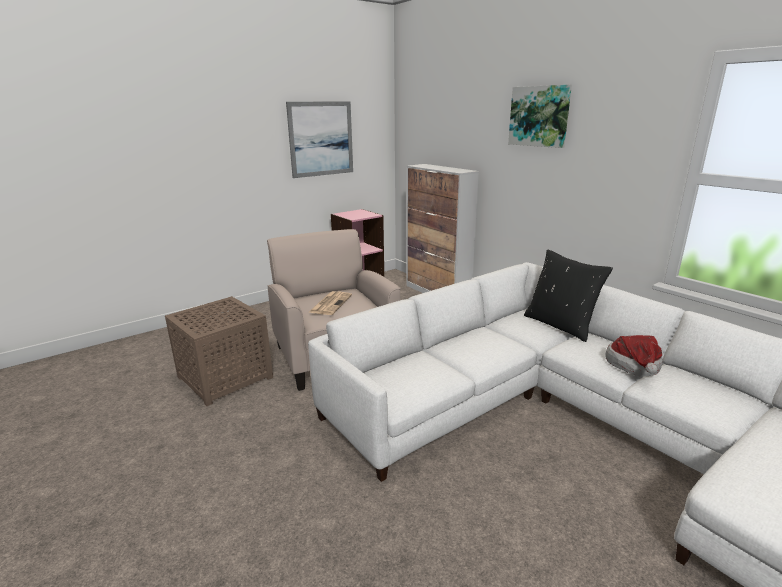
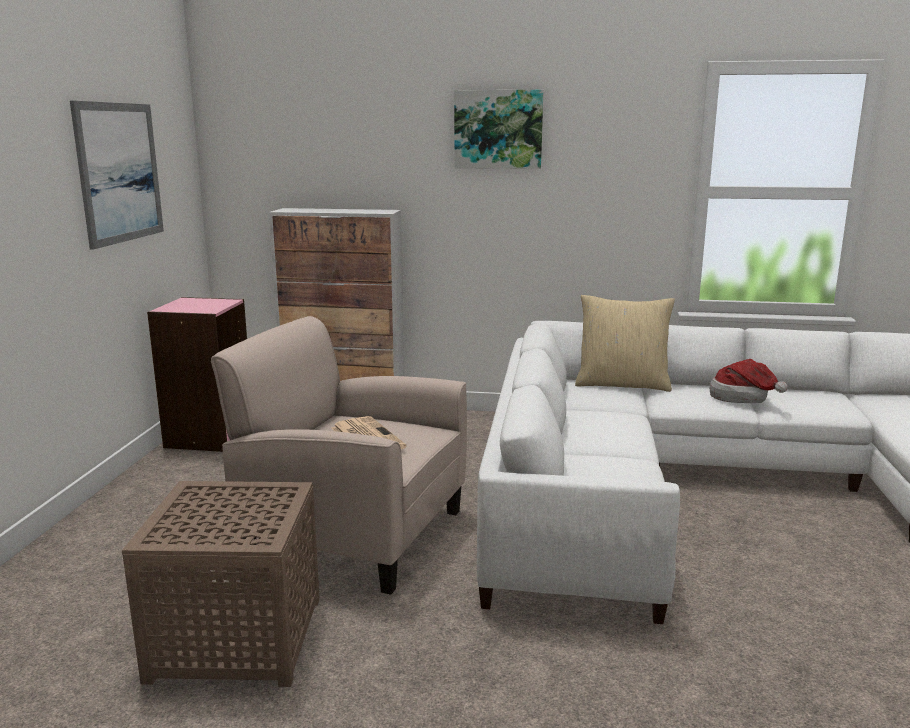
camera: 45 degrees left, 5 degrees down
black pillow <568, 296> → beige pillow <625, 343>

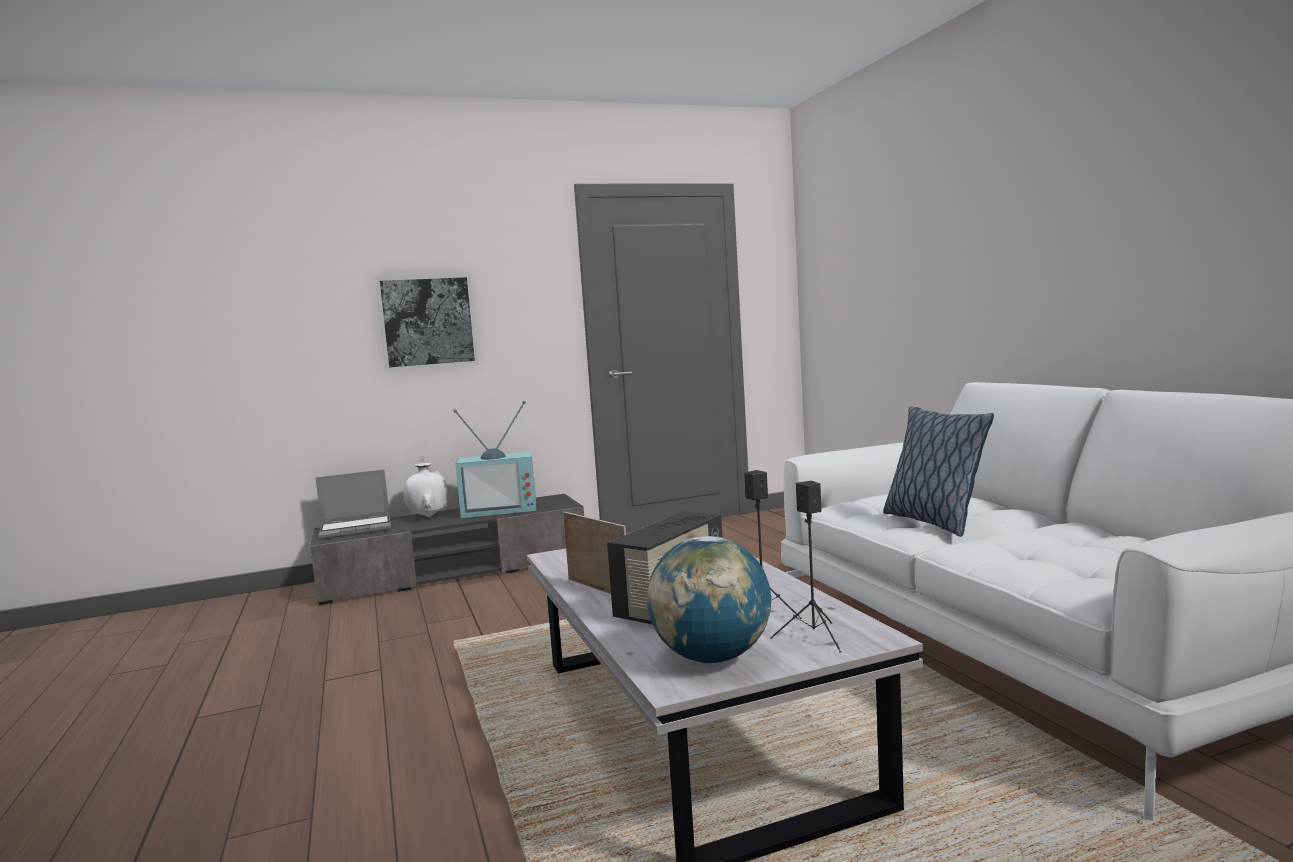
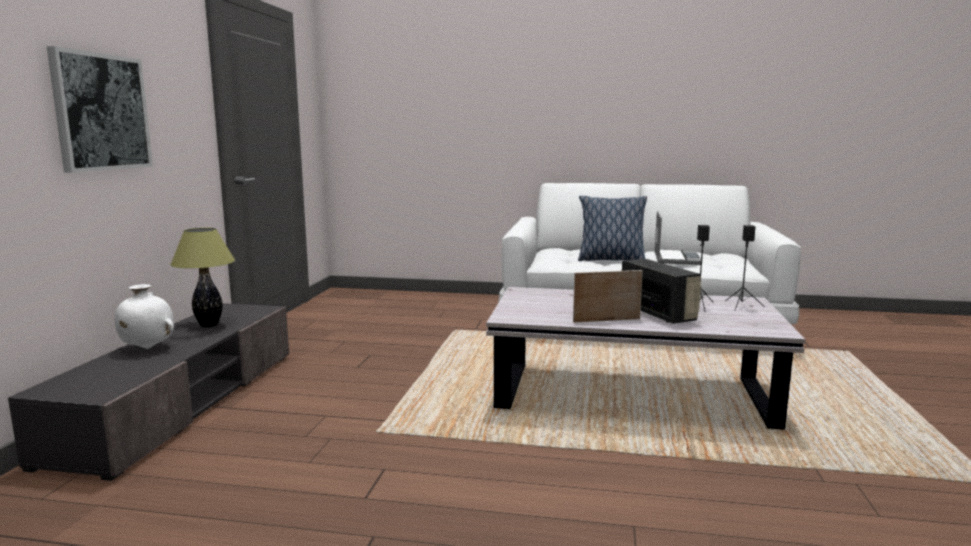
camera: 60 degrees left, 5 degrees up
television <494, 459> → table lamp <202, 277>
laptop <353, 505> → laptop <677, 238>, moved
globe <709, 599> → -

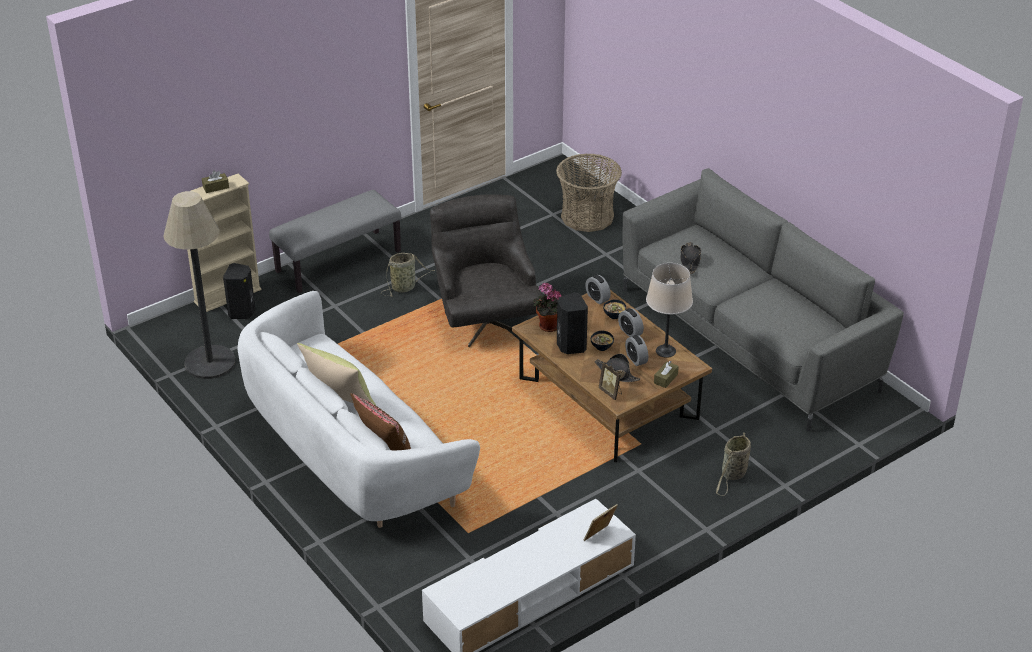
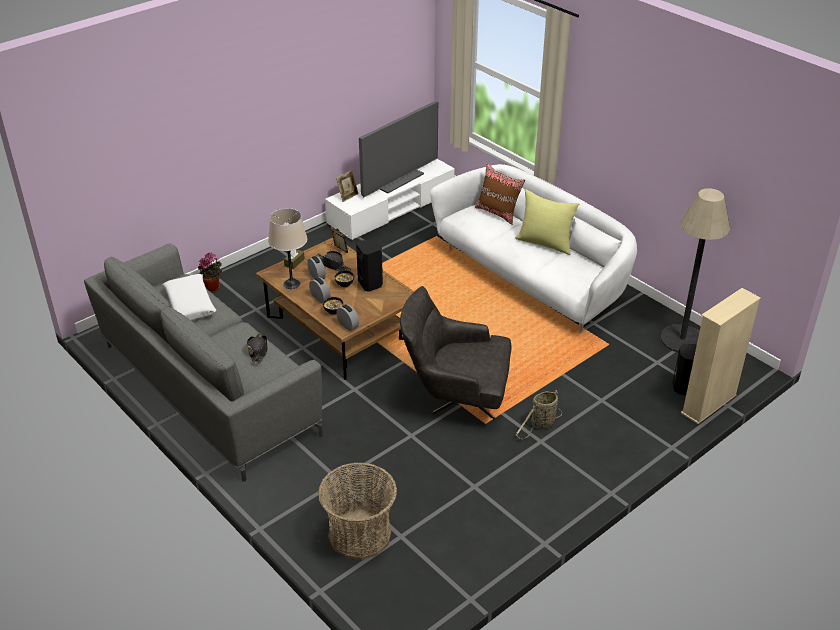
camera: 175 degrees right, 0 degrees up
brown tissue box <215, 182> → -
grey bench <335, 241> → -
grey armchair <486, 270> → grey armchair <455, 353>, 120 degrees clockwise
potted plant <547, 307> → potted plant <210, 272>, moved
basket <733, 464> → -
- → television <398, 149>
- → white pillow <189, 297>

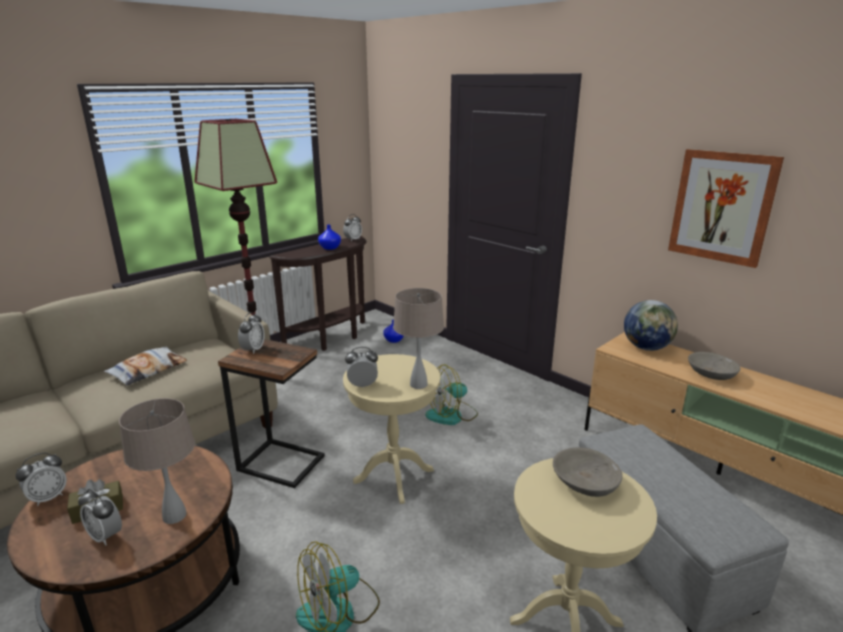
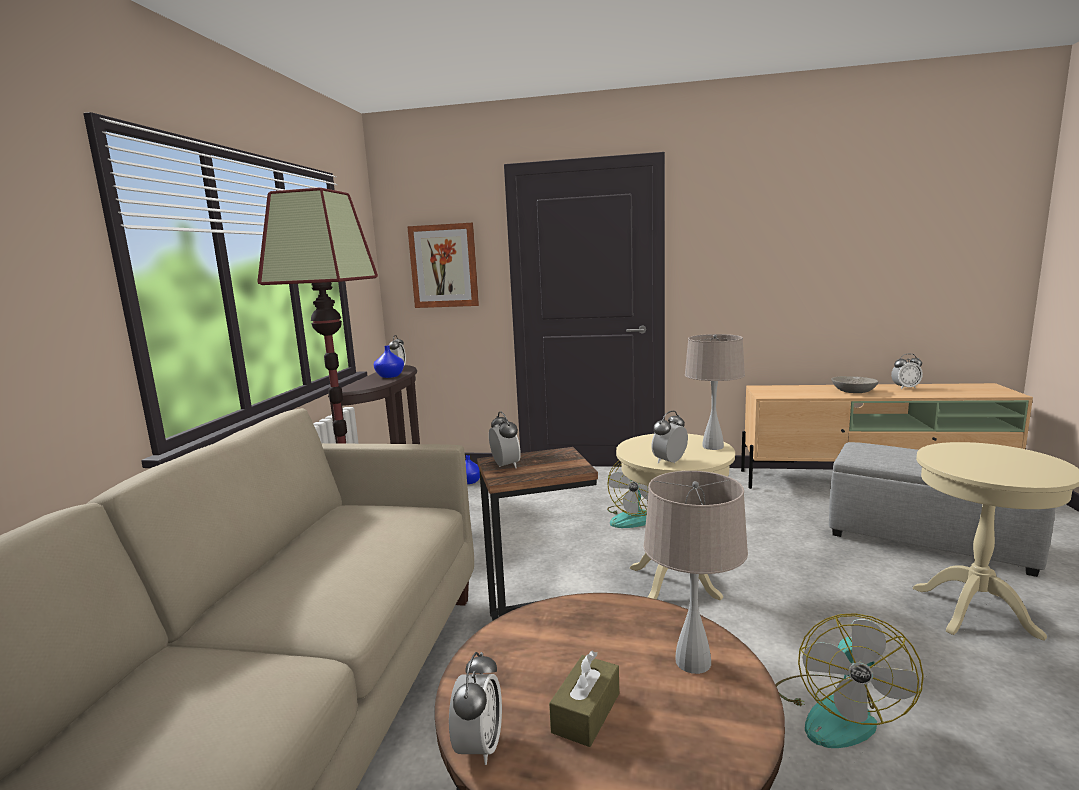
camera: 35 degrees left, 10 degrees down
picture <726, 208> → picture <443, 265>, moved
globe <651, 325> → -
pillow <145, 366> → -
grey bowl <587, 472> → -
alarm clock <100, 517> → alarm clock <907, 371>, moved

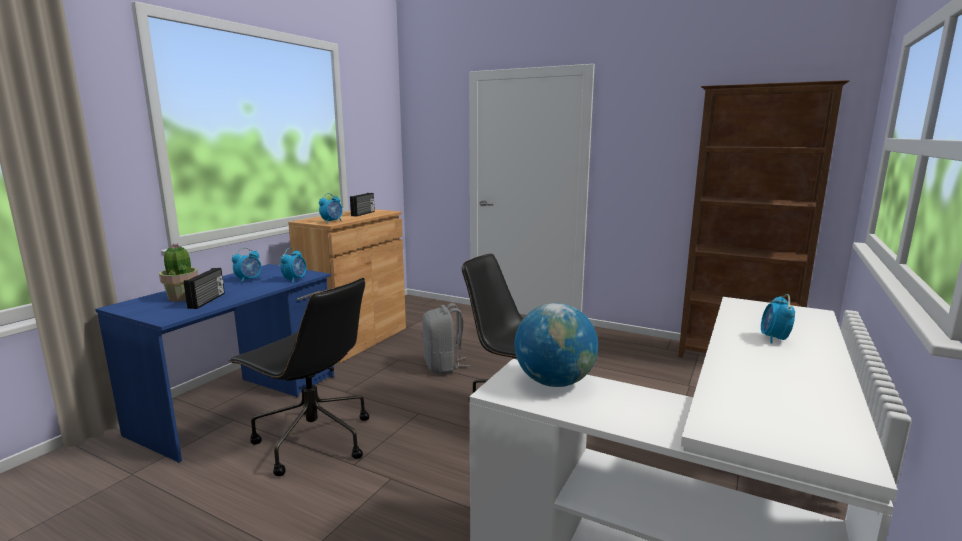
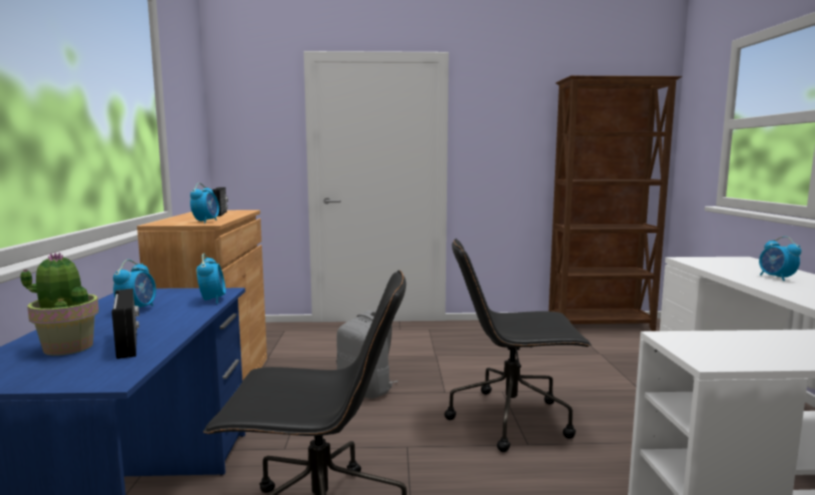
camera: 30 degrees left, 5 degrees down
globe <556, 345> → -

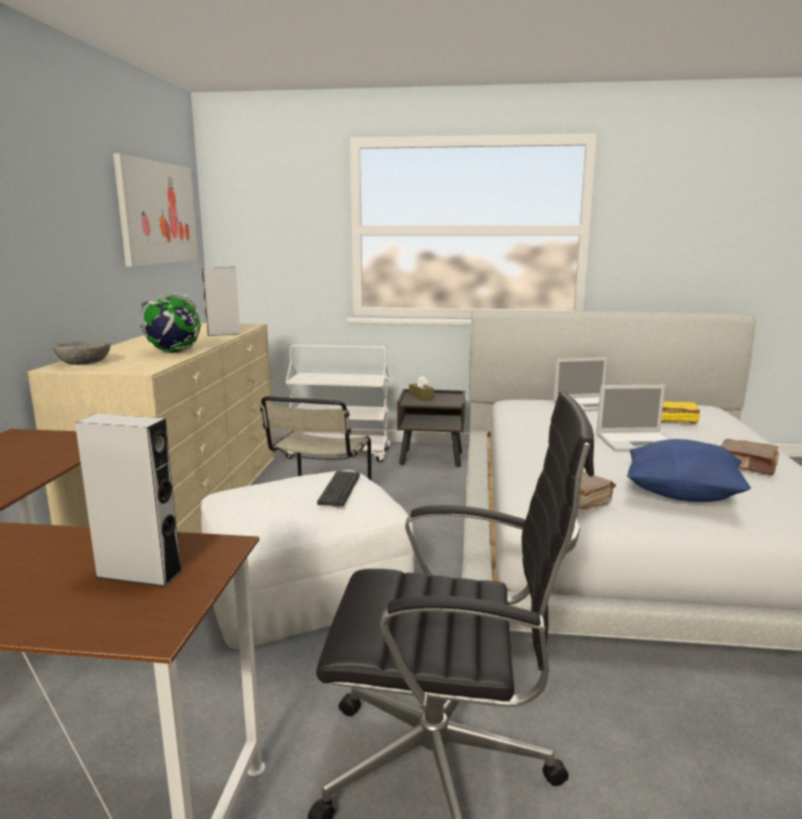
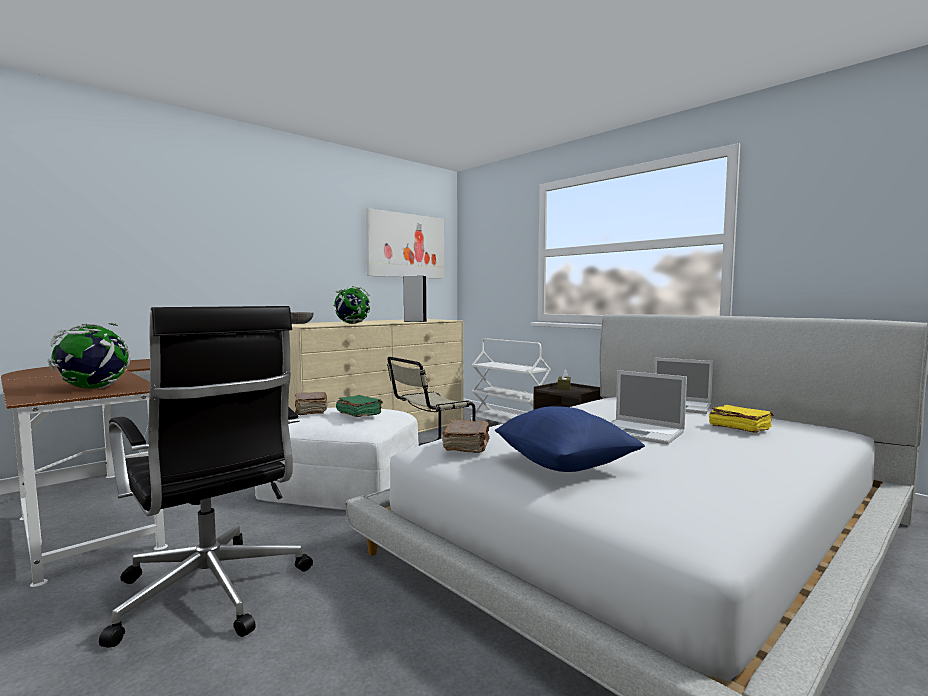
camera: 40 degrees right, 10 degrees down
grey speaker <129, 500> → globe <89, 355>
brown book <750, 457> → brown book <311, 403>, moved
keyboard <338, 488> → green book <359, 406>

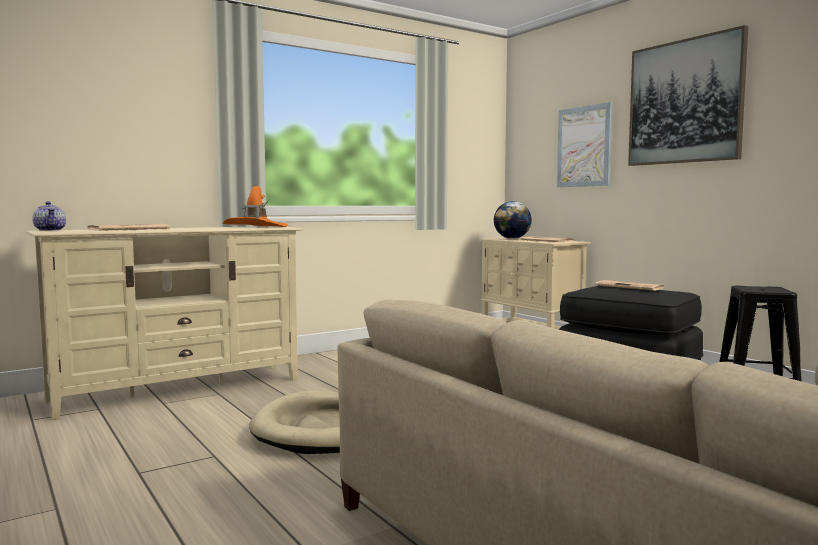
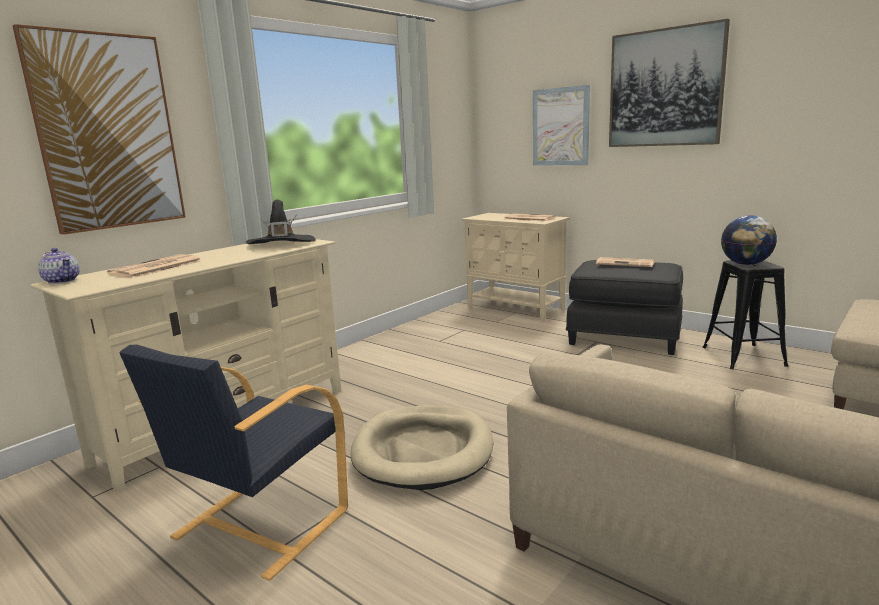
camera: 15 degrees left, 10 degrees up
orange hat <255, 206> → black hat <281, 221>
globe <513, 220> → globe <749, 240>, moved
- → picture <98, 129>
- → black armchair <233, 463>

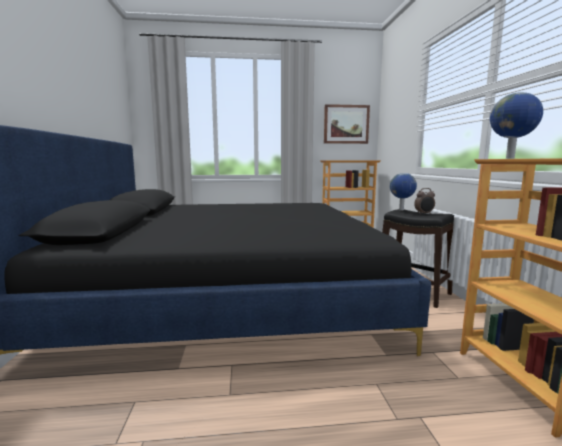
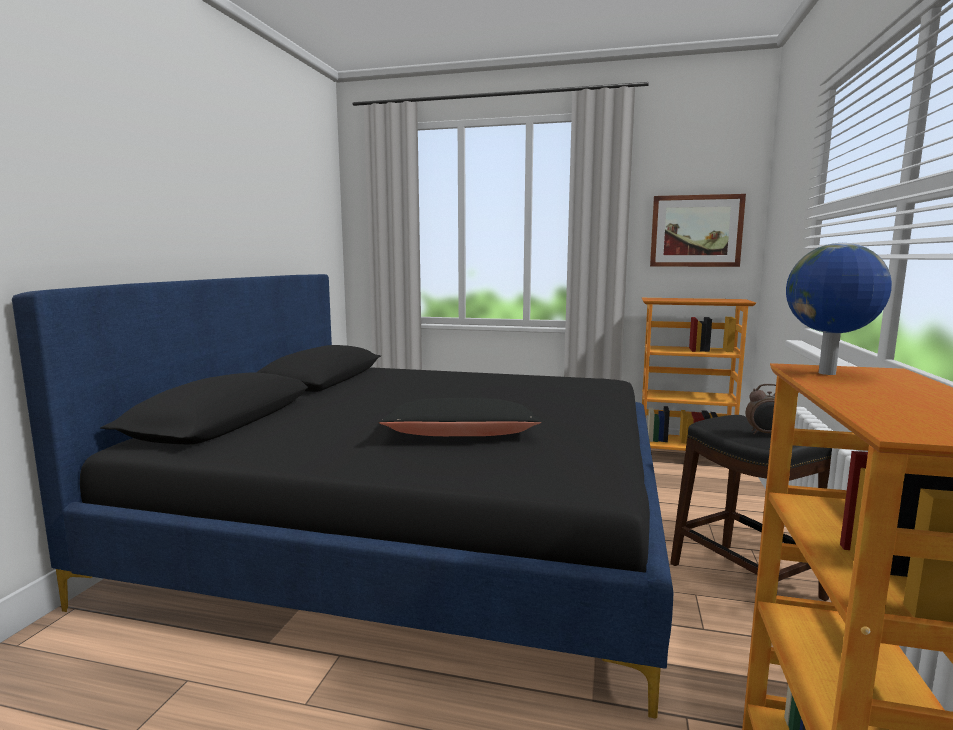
camera: 20 degrees right, 0 degrees up
globe <403, 191> → -
- → black pillow <459, 417>

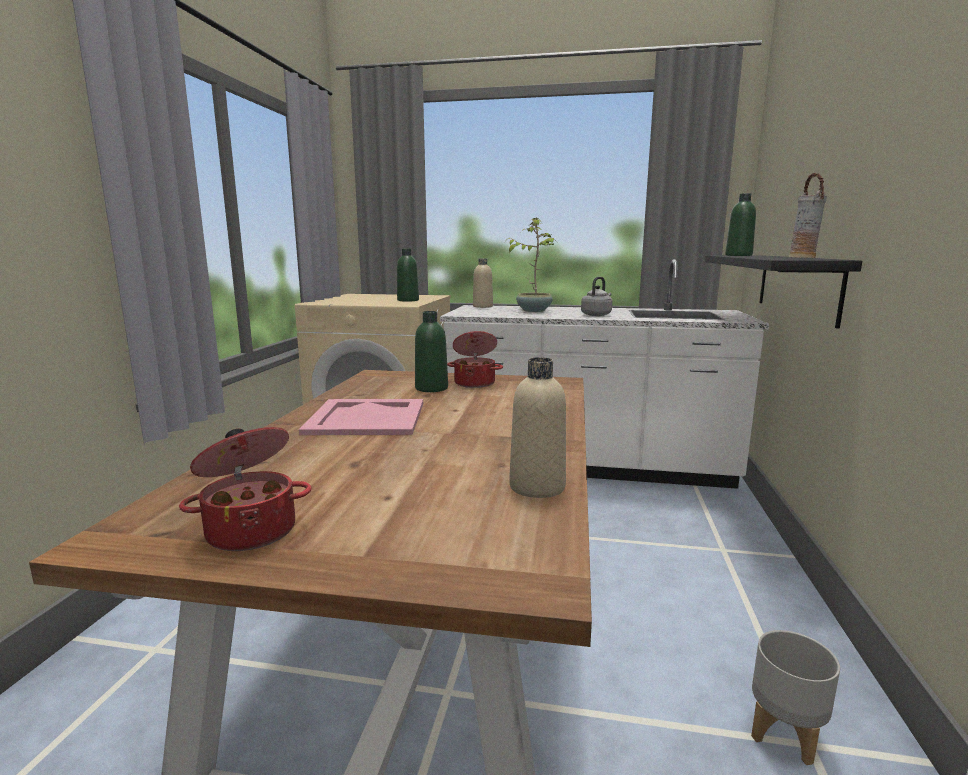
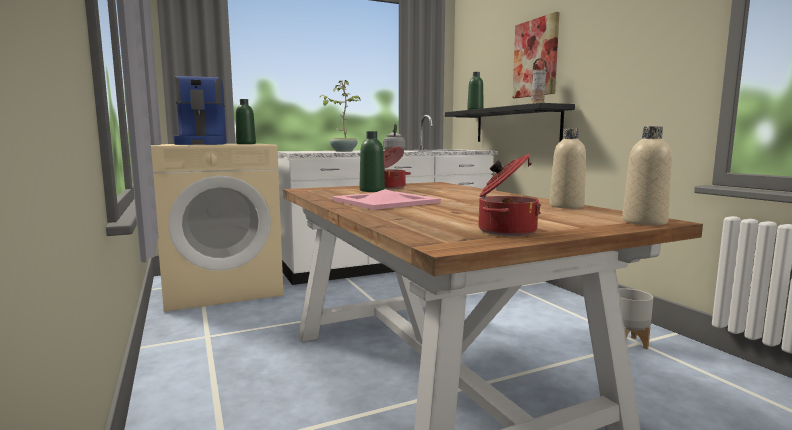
camera: 35 degrees left, 5 degrees down
beige bottle <483, 283> → beige bottle <647, 175>, moved
- → picture <536, 55>
- → coffee machine <200, 110>

